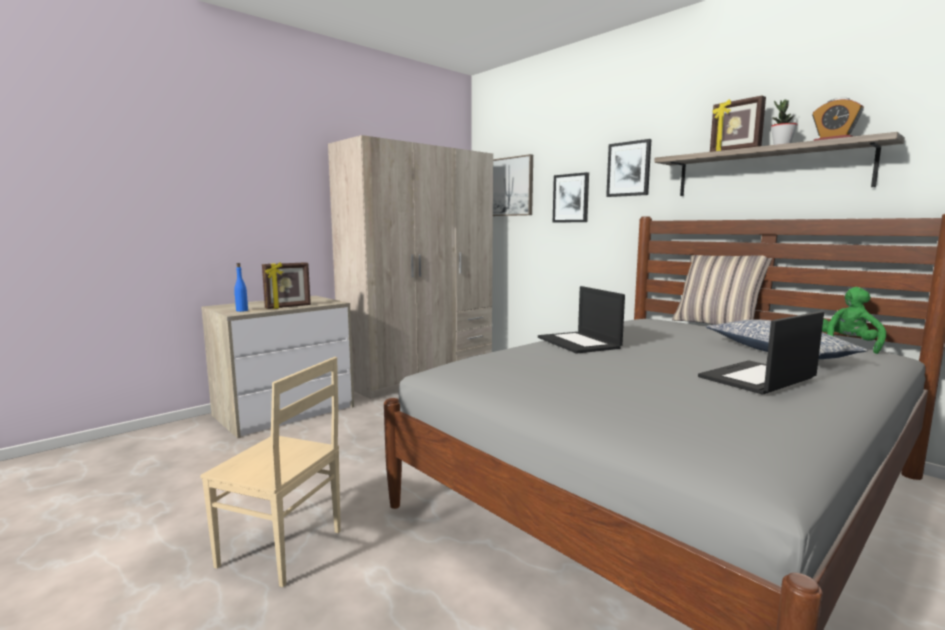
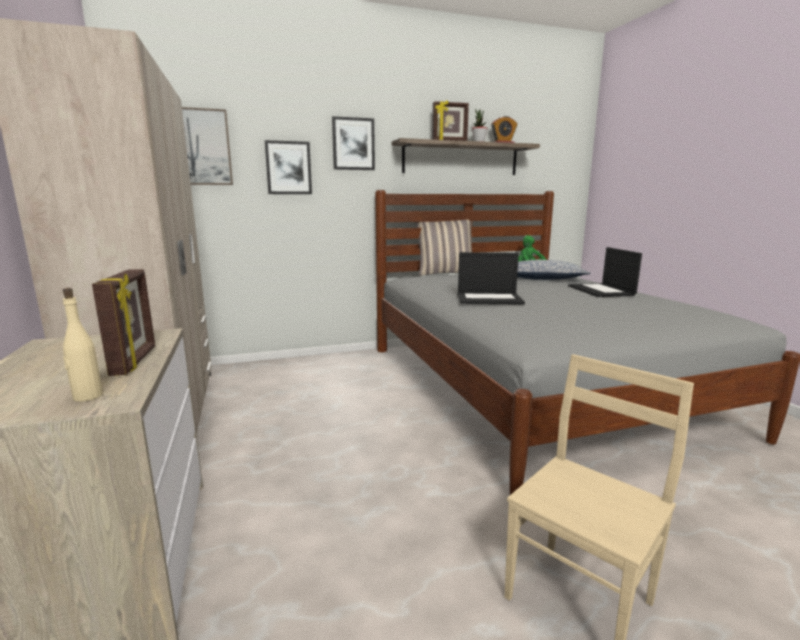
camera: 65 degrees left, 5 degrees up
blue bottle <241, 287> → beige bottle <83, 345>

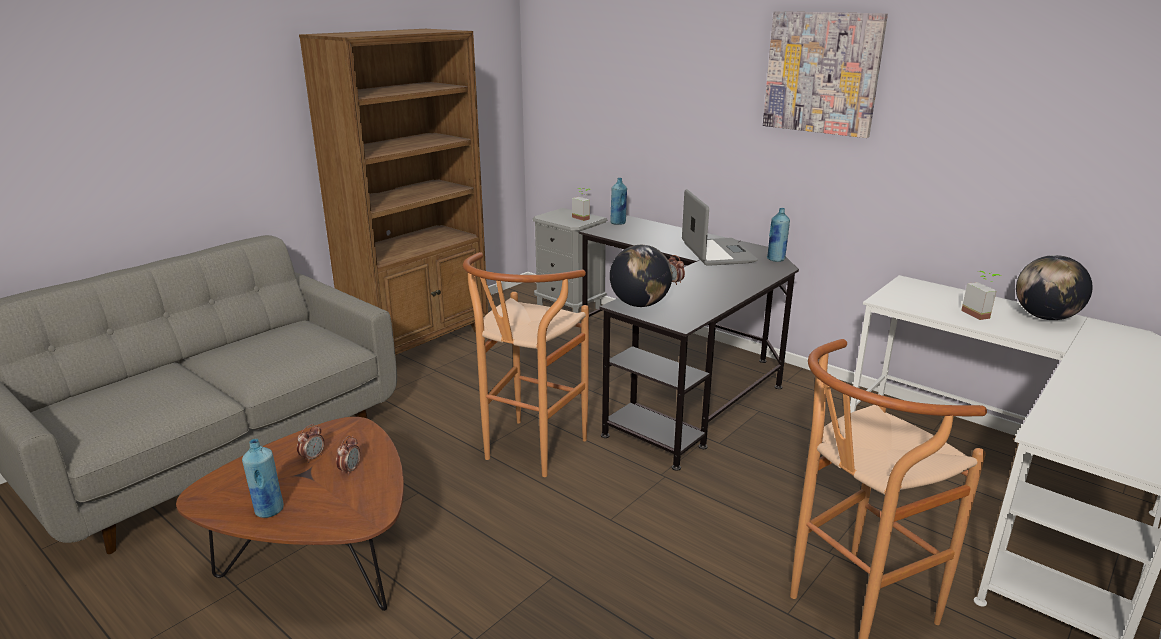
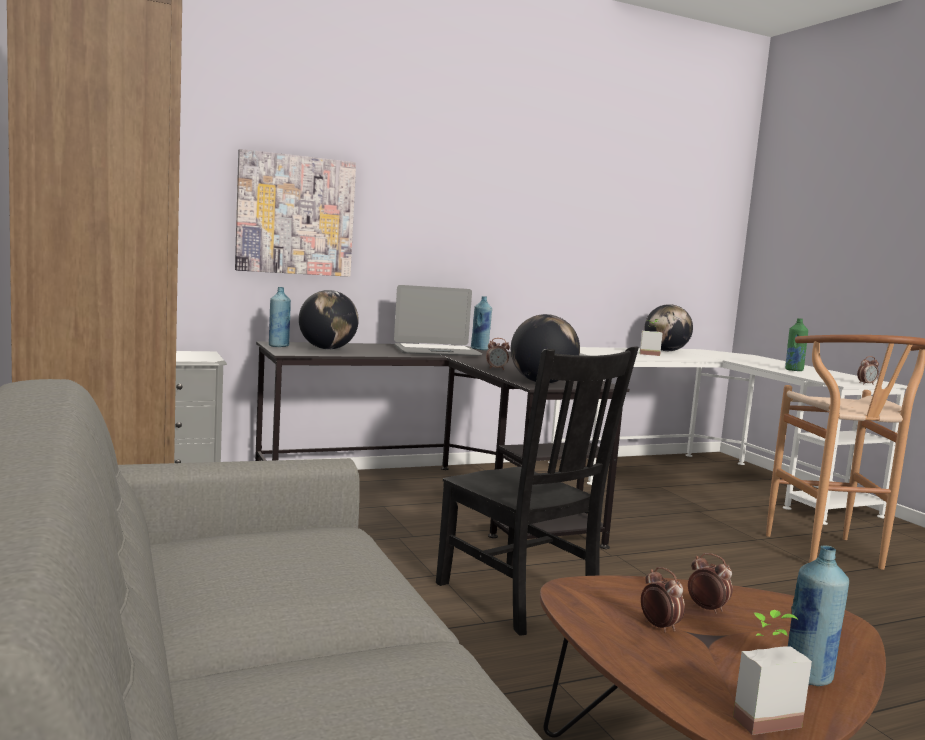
camera: 65 degrees left, 15 degrees down
picture <825, 74> → picture <295, 213>, moved
potted plant <581, 204> → potted plant <772, 672>, moved
laptop <720, 227> → laptop <438, 320>, 150 degrees clockwise
brown stool <526, 364> → black chair <537, 491>
- → globe <329, 319>
- → green bottle <796, 344>
- → alarm clock <868, 370>

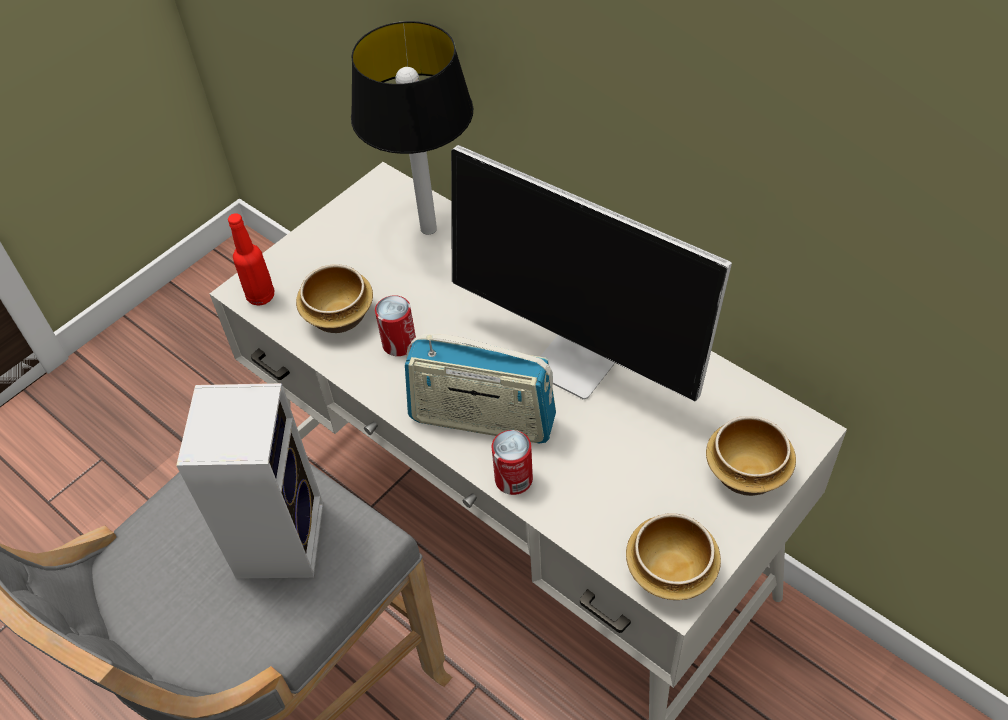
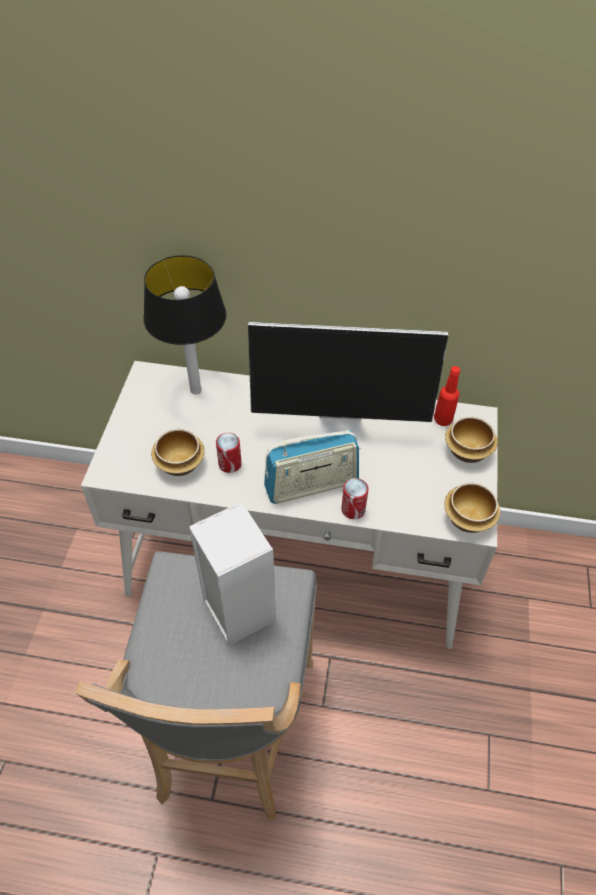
camera: 35 degrees left, 0 degrees up
red bottle <251, 259> → red bottle <447, 396>, moved

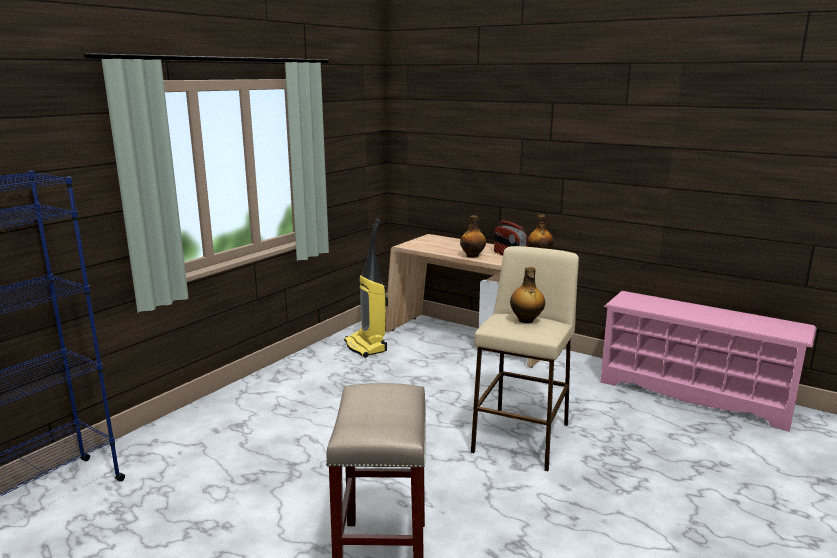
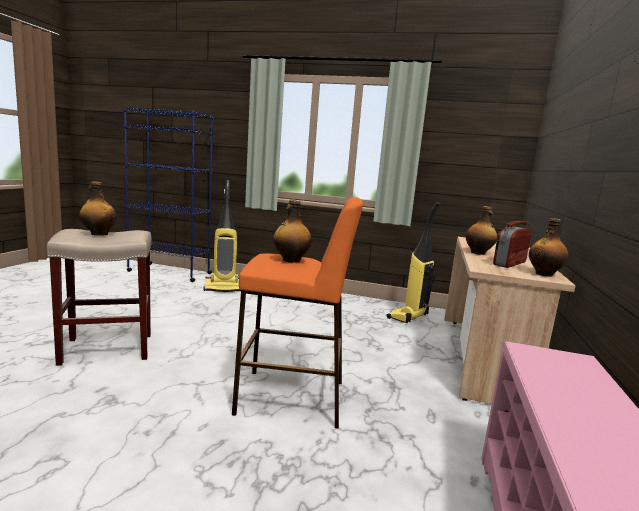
camera: 70 degrees right, 5 degrees down
beige stool <525, 358> → orange stool <297, 313>
- → vacuum cleaner <222, 236>
- → bottle <98, 208>

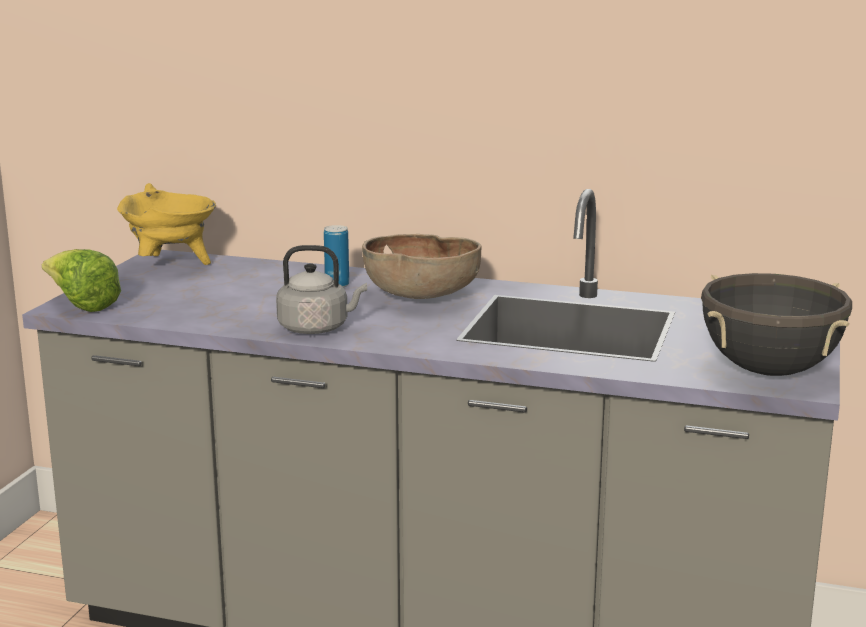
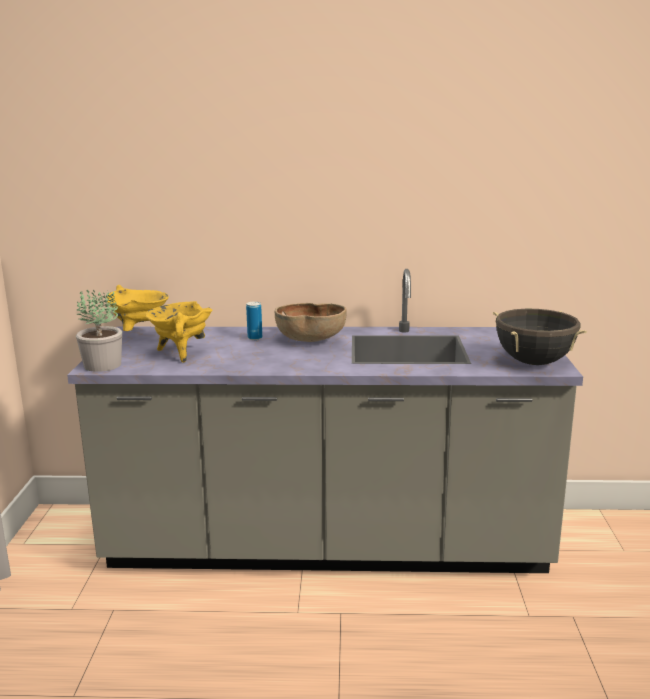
camera: 15 degrees left, 0 degrees up
grey kettle <321, 289> → -
lettuce <81, 280> → potted plant <99, 330>
- → yellow cooking pot <179, 332>

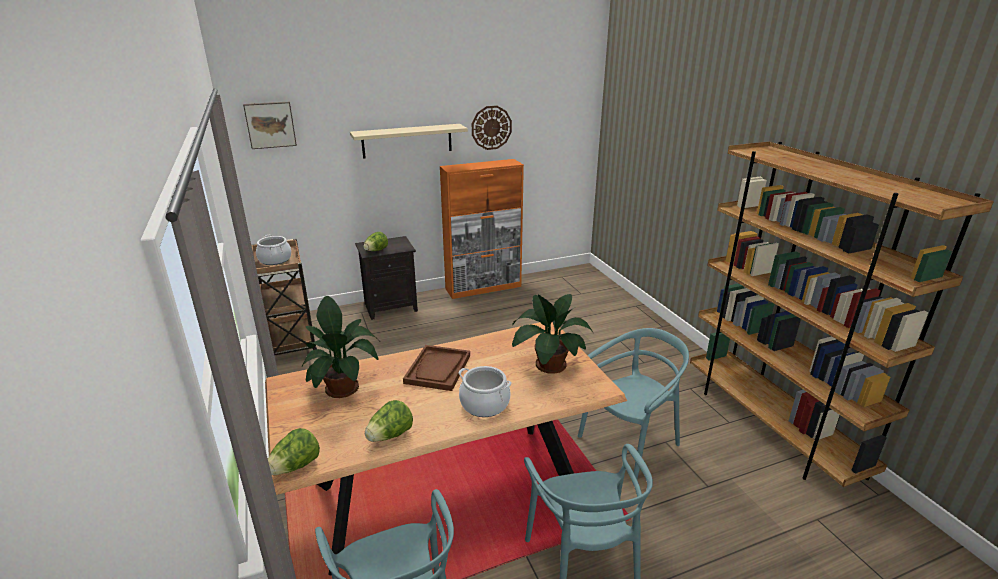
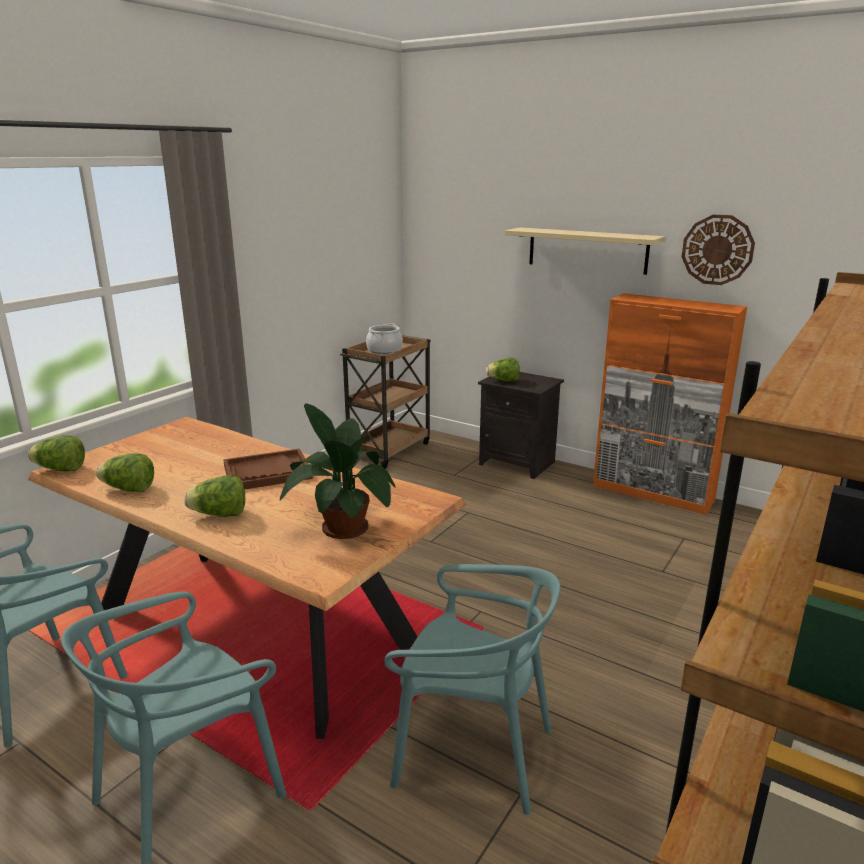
camera: 55 degrees right, 5 degrees down
picture <270, 125> → -
potted plant <340, 347> → -
cooking pot <484, 391> → lettuce <214, 496>

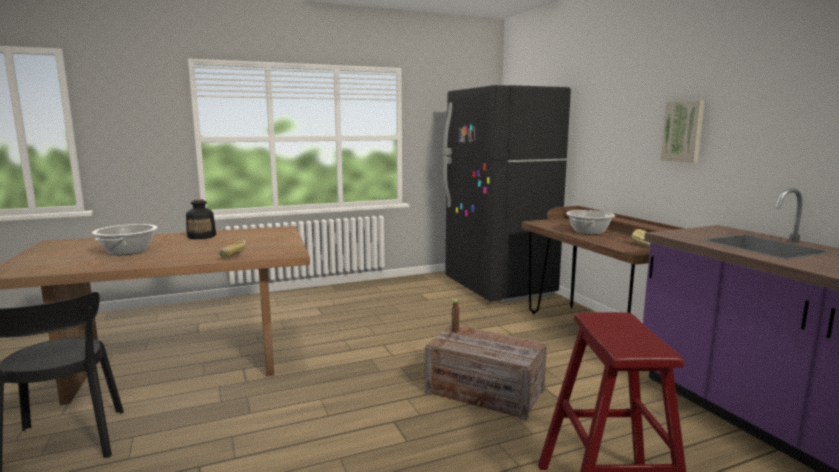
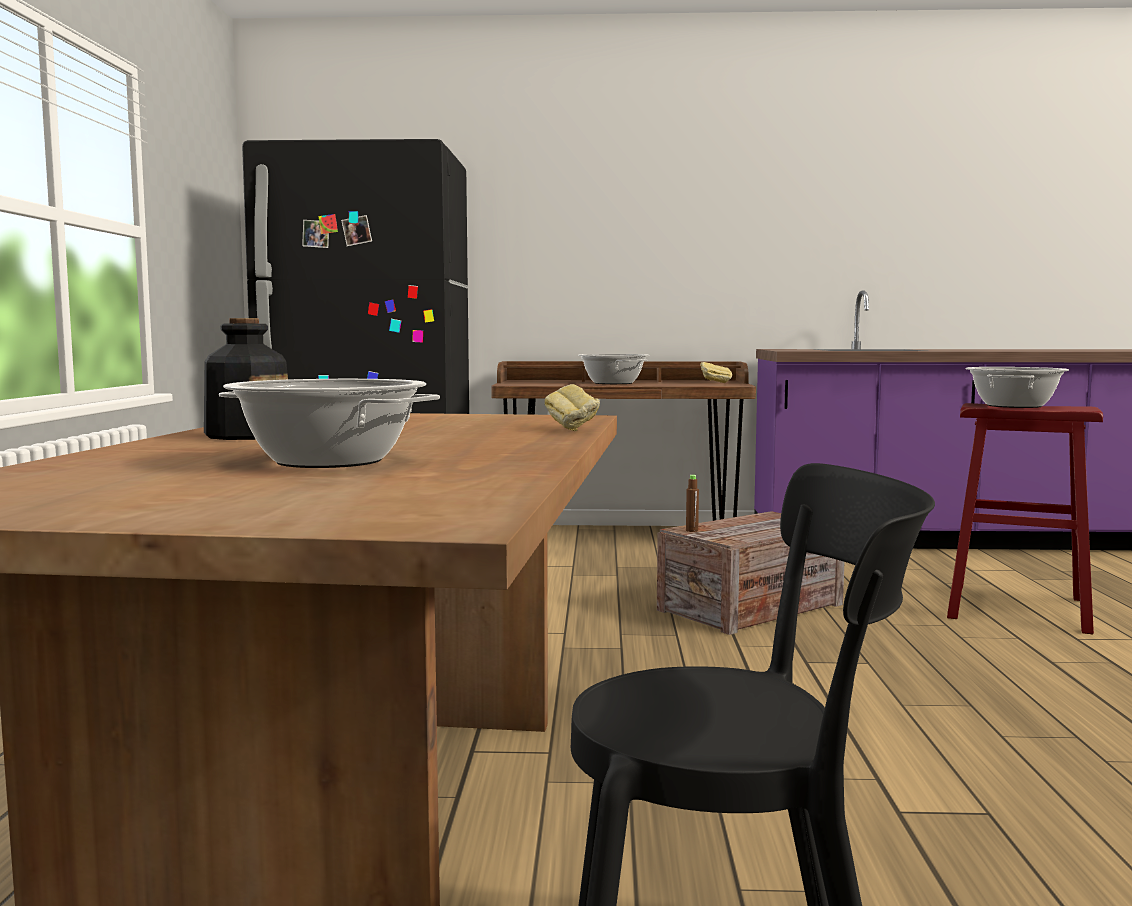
camera: 65 degrees left, 5 degrees down
picture <683, 131> → -
- → cooking pot <1017, 387>

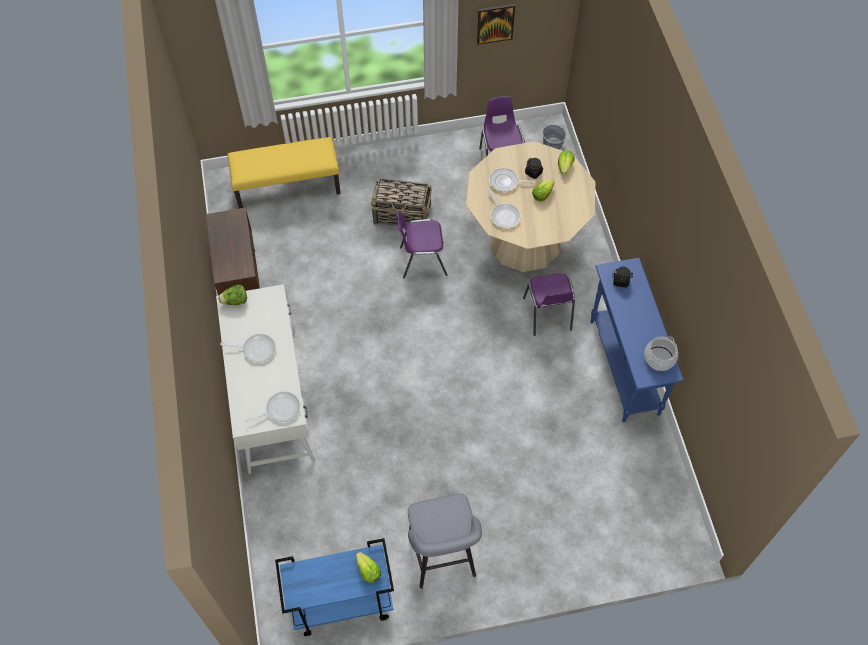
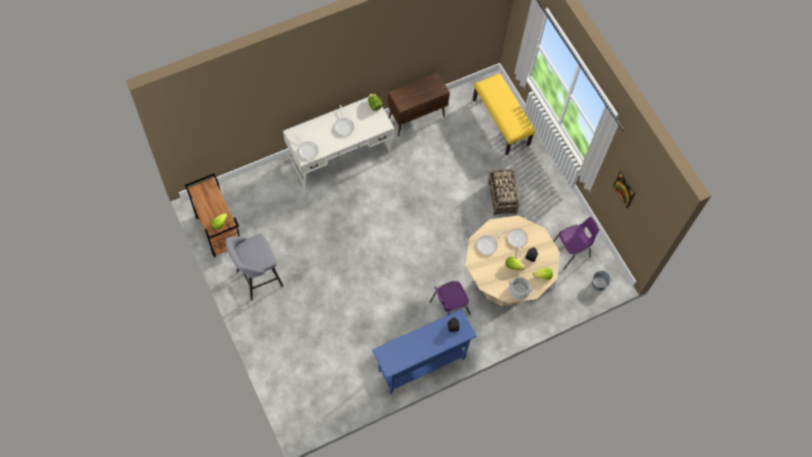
camera: 70 degrees right, 5 degrees up
purple chair <422, 244> → -
cooking pot <661, 353> → cooking pot <520, 288>, moved
blue cart <334, 587> → brown cart <212, 215>

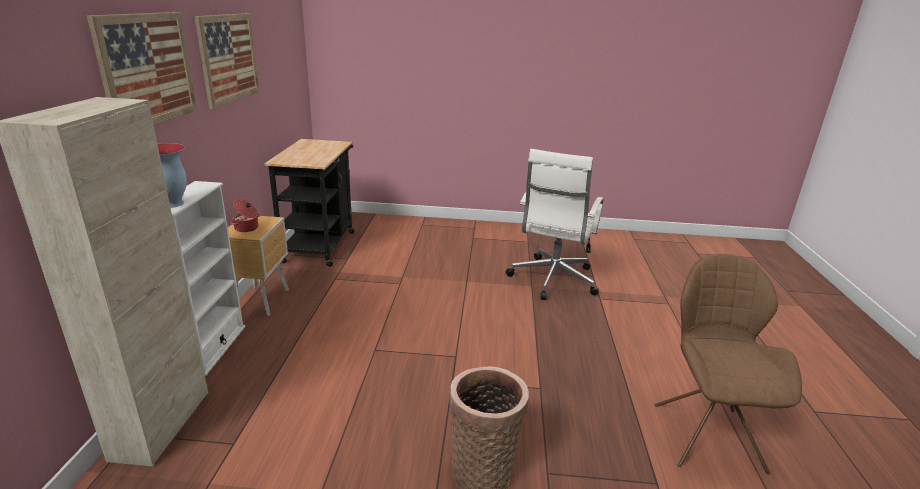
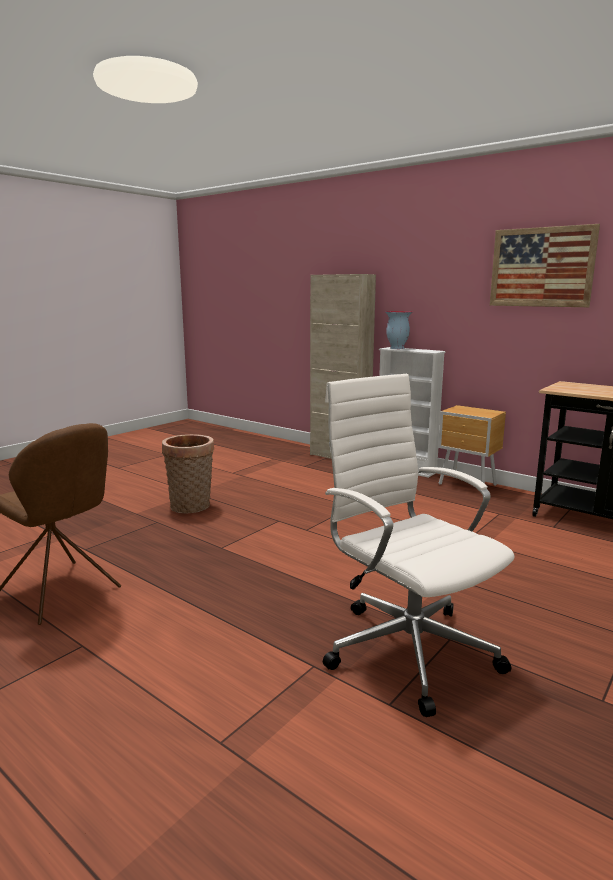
camera: 125 degrees right, 10 degrees down
picture <142, 68> → -
cooking pot <245, 215> → -

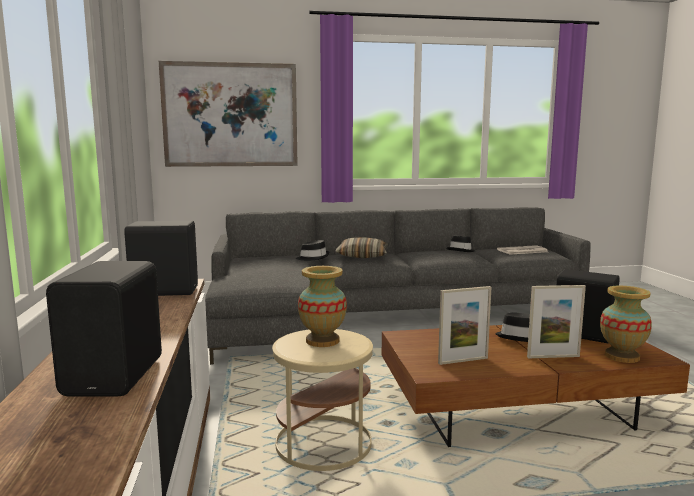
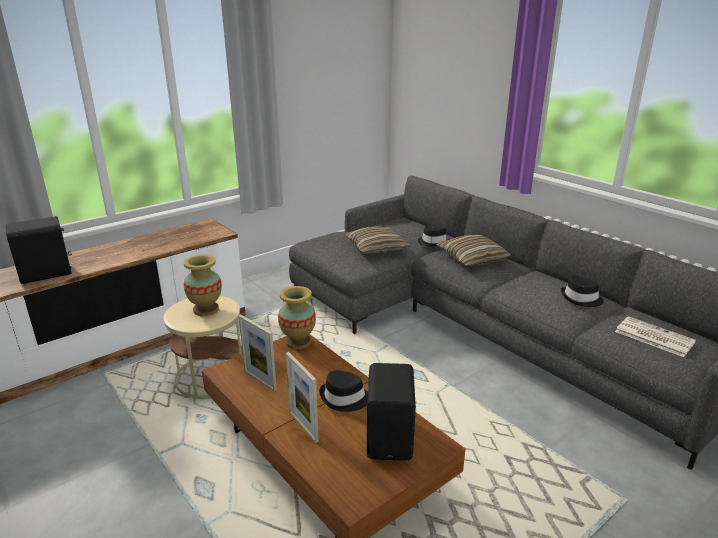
camera: 60 degrees right, 15 degrees up
picture <228, 114> → -
black speaker <161, 258> → -
vase <626, 324> → vase <297, 317>, moved
- → pillow <377, 240>

